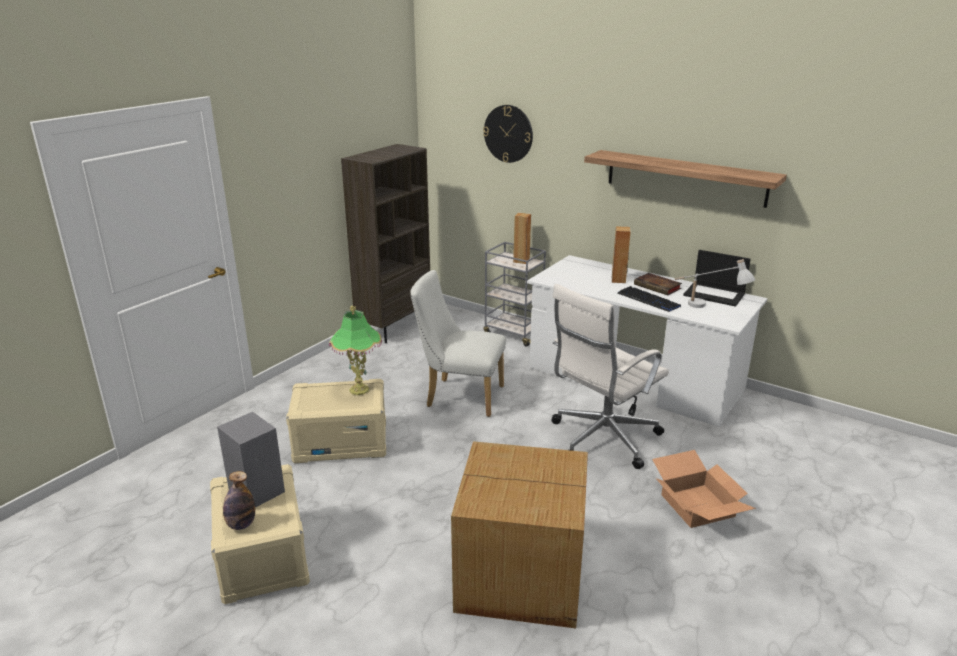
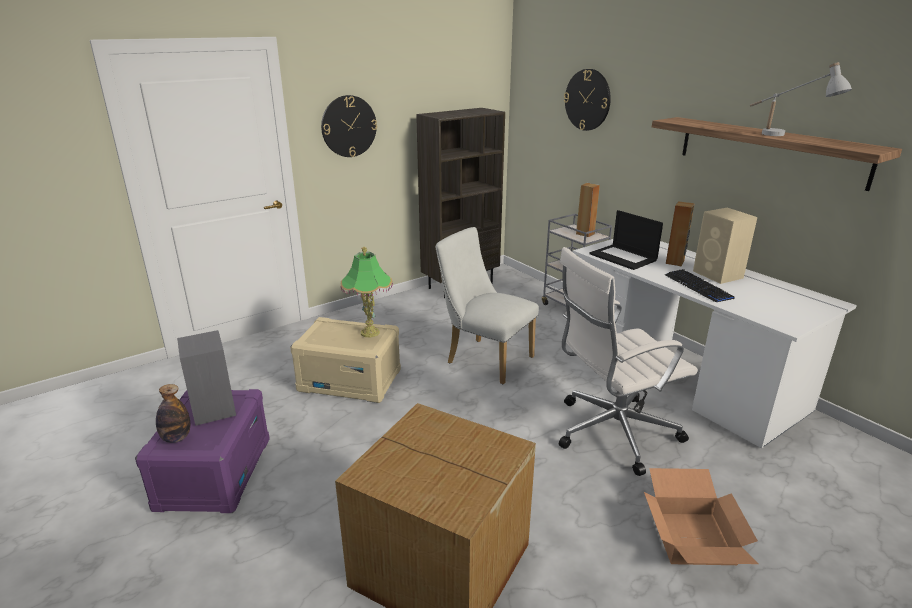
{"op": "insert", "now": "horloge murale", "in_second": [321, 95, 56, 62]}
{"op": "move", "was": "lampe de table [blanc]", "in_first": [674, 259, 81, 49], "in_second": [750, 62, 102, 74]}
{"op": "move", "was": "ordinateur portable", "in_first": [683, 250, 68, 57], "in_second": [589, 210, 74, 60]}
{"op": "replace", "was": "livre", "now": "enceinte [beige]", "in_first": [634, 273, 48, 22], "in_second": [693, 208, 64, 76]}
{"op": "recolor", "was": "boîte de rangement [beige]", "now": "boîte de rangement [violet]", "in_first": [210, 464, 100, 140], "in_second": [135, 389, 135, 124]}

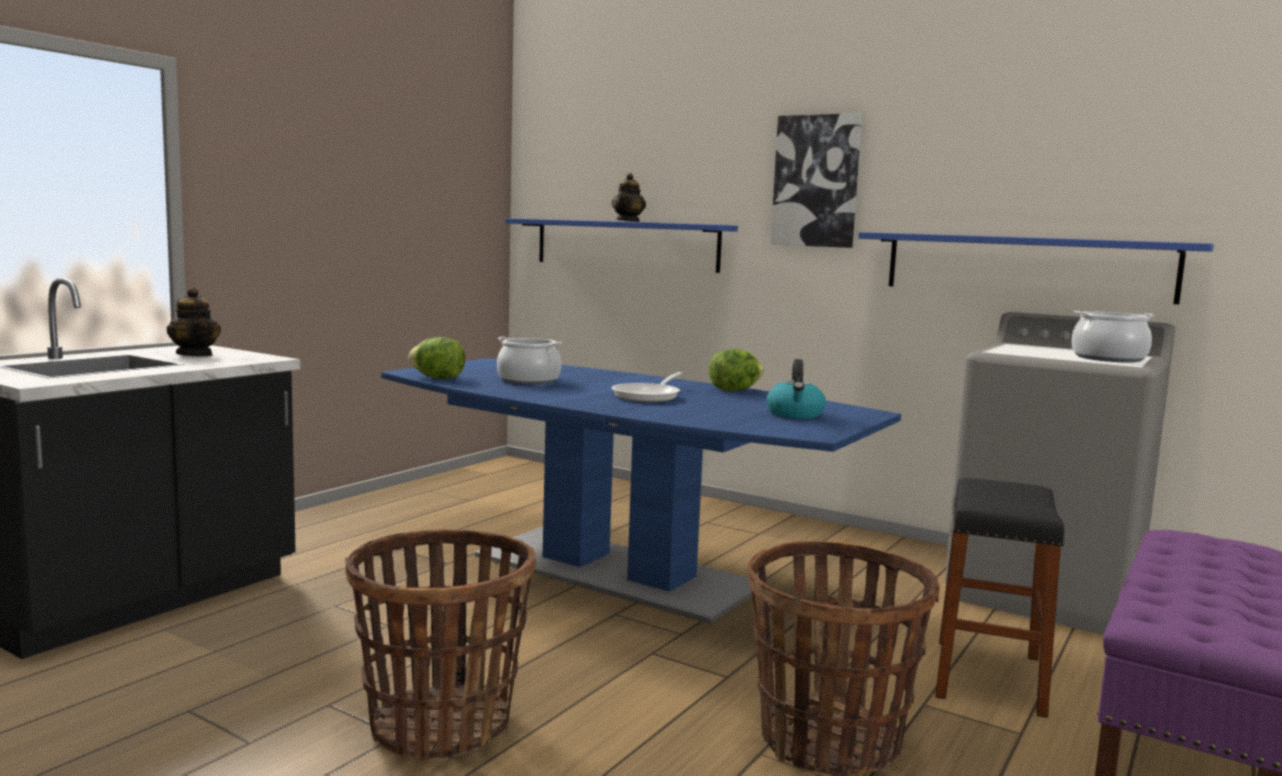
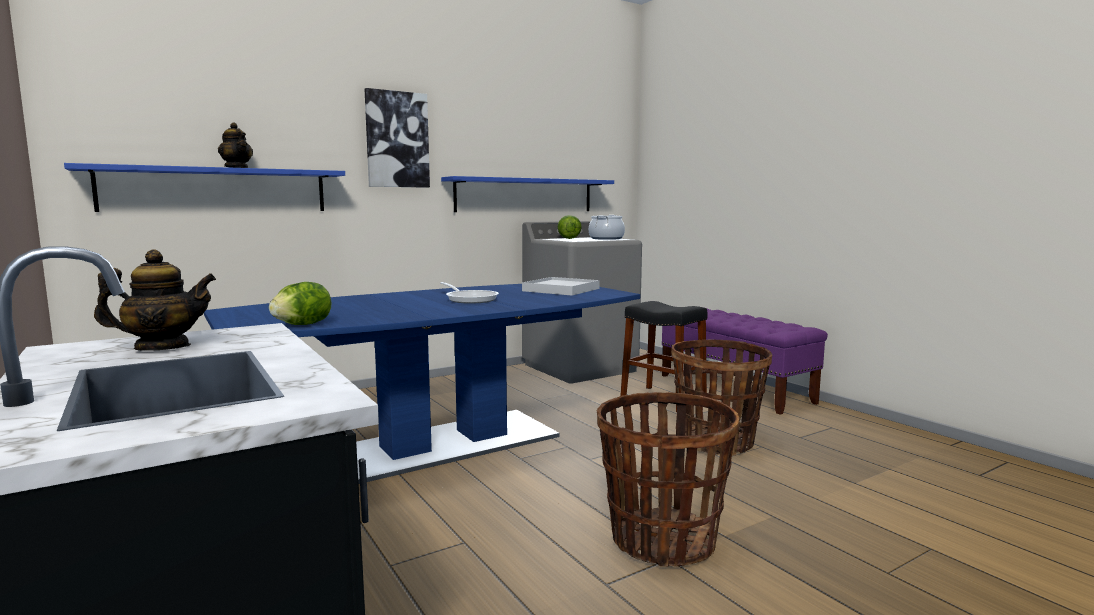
{"op": "delete", "was": "marmite", "in_first": [497, 337, 65, 48]}
{"op": "move", "was": "laitue", "in_first": [708, 349, 56, 42], "in_second": [558, 215, 24, 24]}
{"op": "replace", "was": "bouilloire", "now": "plateau [blanc]", "in_first": [766, 359, 60, 60], "in_second": [522, 277, 78, 19]}

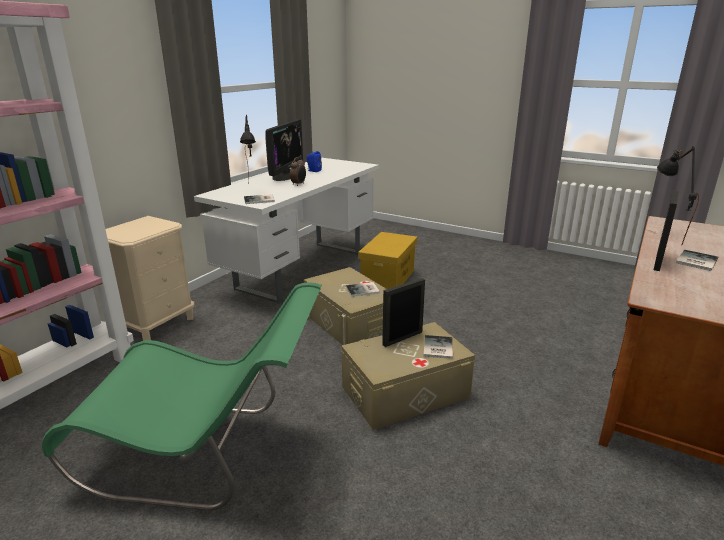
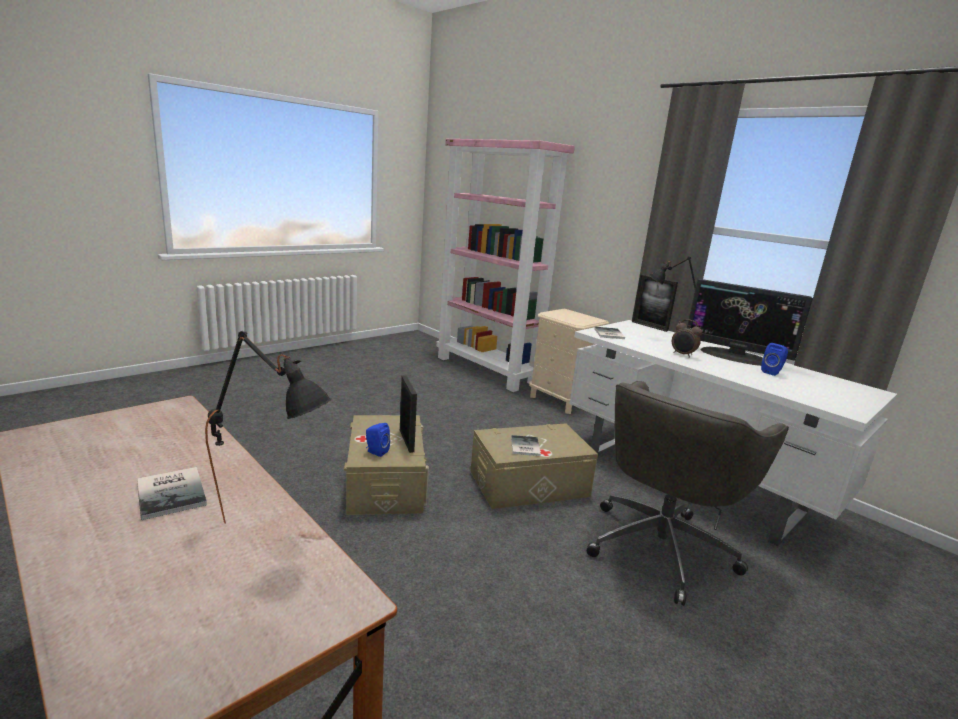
{"op": "delete", "was": "chaise [vert]", "in_first": [42, 282, 280, 228]}
{"op": "move", "was": "cadre photo", "in_first": [654, 190, 25, 81], "in_second": [632, 274, 46, 58]}
{"op": "replace", "was": "boîte de rangement [jaune]", "now": "chaise de bureau [gris]", "in_first": [358, 232, 59, 57], "in_second": [587, 381, 202, 225]}
{"op": "replace", "was": "livre", "now": "enceinte [bleu]", "in_first": [423, 335, 30, 24], "in_second": [366, 423, 24, 34]}

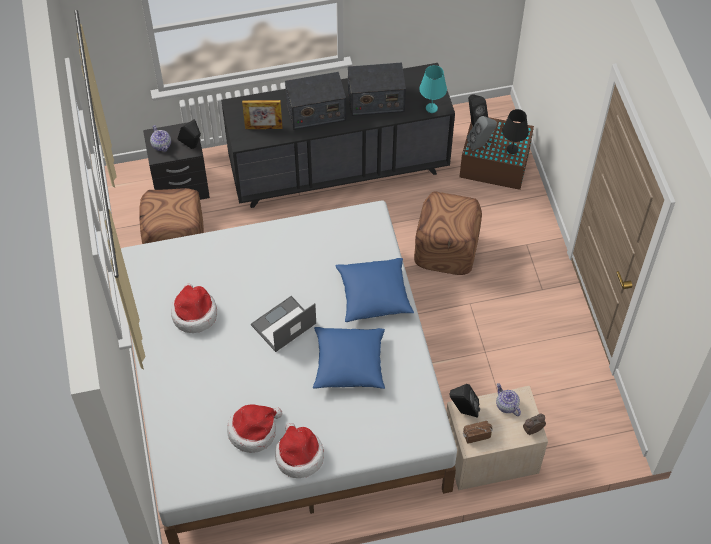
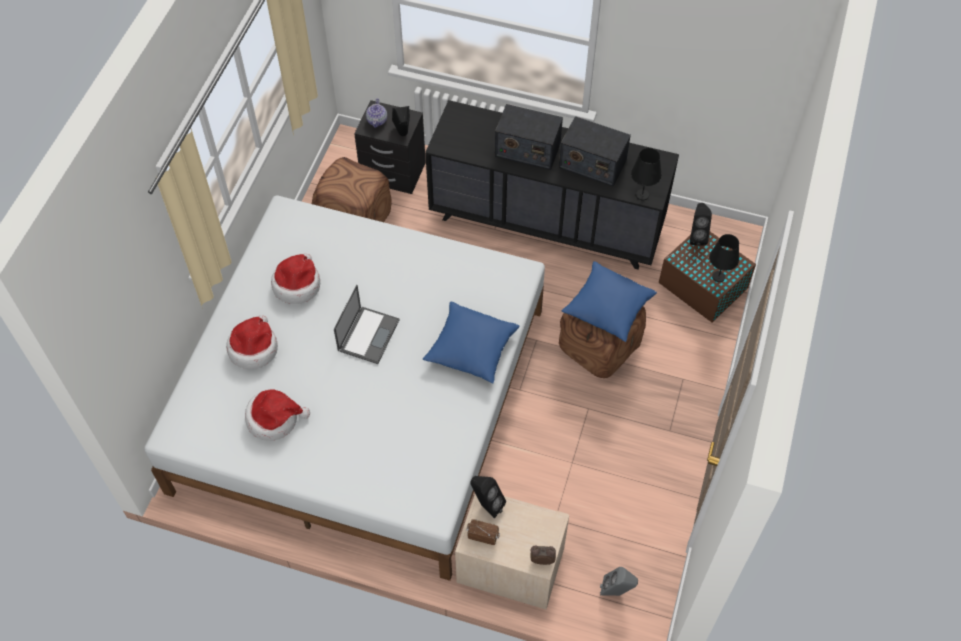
{"op": "delete", "was": "cadre photo", "in_first": [242, 100, 40, 29]}
{"op": "delete", "was": "théière", "in_first": [496, 383, 25, 33]}
{"op": "move", "was": "chapeau", "in_first": [275, 423, 49, 55], "in_second": [226, 315, 52, 54]}
{"op": "move", "was": "coussin [bleu]", "in_first": [313, 327, 72, 62], "in_second": [562, 261, 95, 81]}
{"op": "move", "was": "enceinte [gris]", "in_first": [467, 116, 30, 34], "in_second": [600, 567, 38, 29]}
{"op": "recolor", "was": "lampe de table [turquoise]", "now": "lampe de table [noir]", "in_first": [419, 65, 28, 48], "in_second": [631, 148, 31, 52]}
{"op": "rotate", "was": "ordinateur portable", "in_first": [251, 296, 65, 56], "in_second": [334, 285, 66, 79], "clockwise": 120}

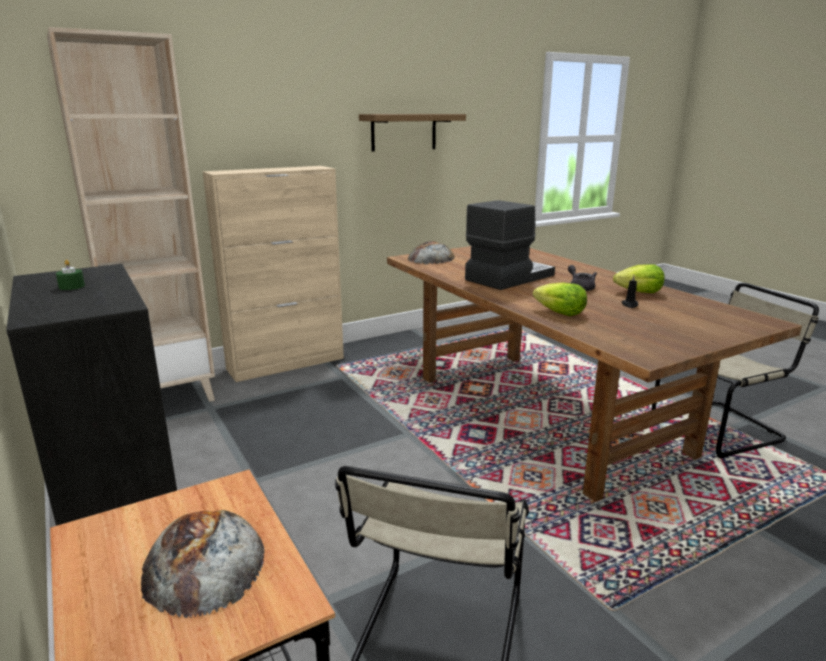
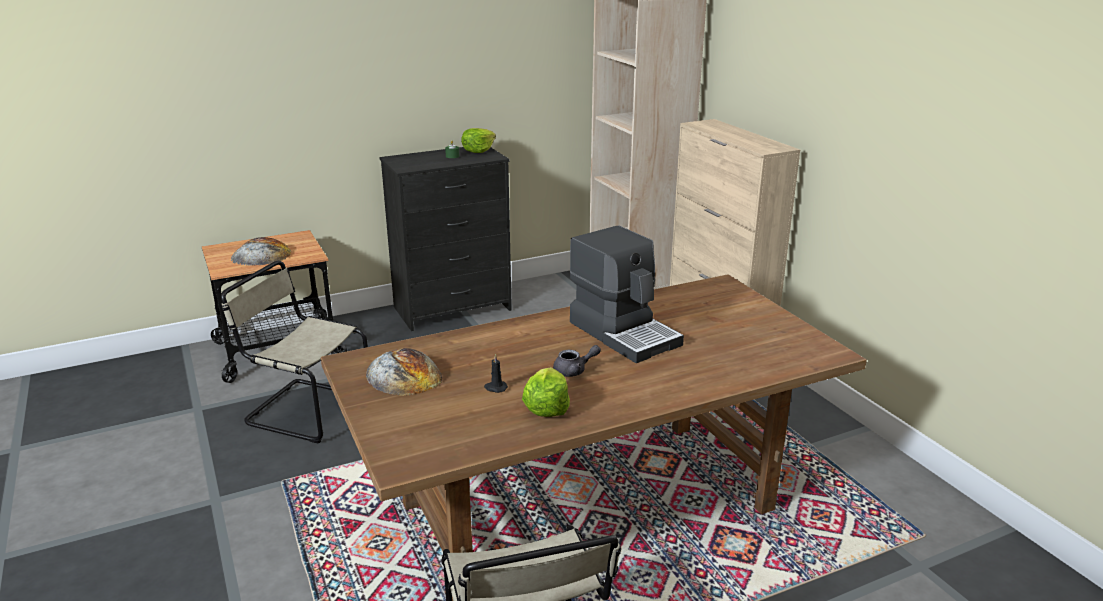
{"op": "delete", "was": "étagère", "in_first": [359, 114, 107, 38]}
{"op": "move", "was": "pain", "in_first": [408, 241, 47, 23], "in_second": [366, 348, 76, 48]}
{"op": "move", "was": "laitue", "in_first": [533, 282, 54, 34], "in_second": [461, 128, 35, 25]}

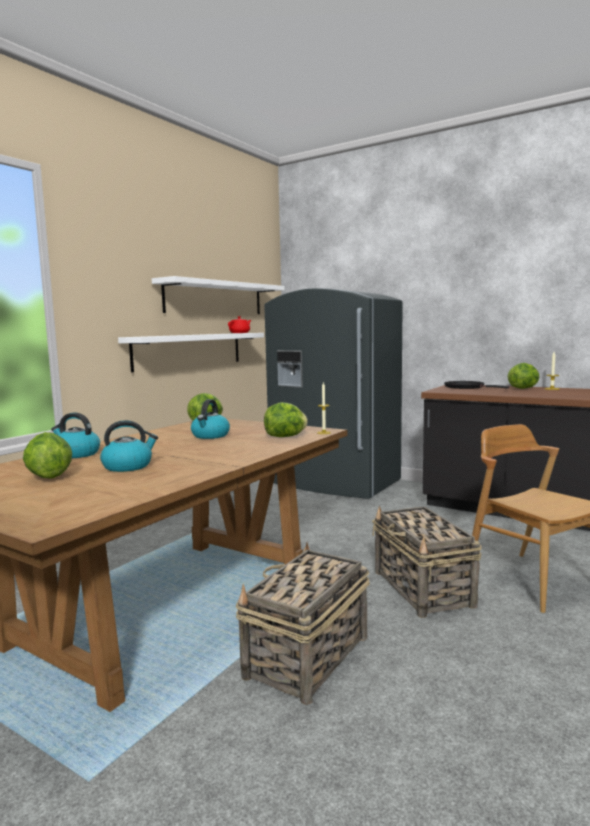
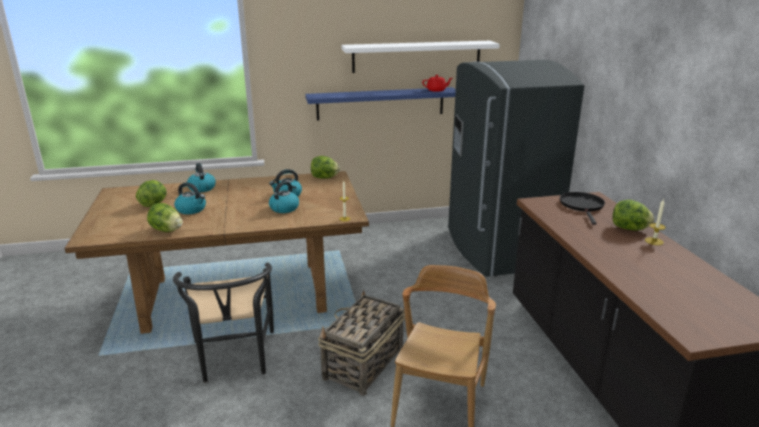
{"op": "insert", "now": "bouilloire", "in_second": [269, 181, 30, 32]}
{"op": "move", "was": "laitue", "in_first": [264, 402, 44, 35], "in_second": [147, 203, 36, 29]}
{"op": "replace", "was": "panier", "now": "chaise [noir]", "in_first": [236, 543, 134, 162], "in_second": [173, 262, 101, 121]}
{"op": "recolor", "was": "étagère [blanc]", "now": "étagère [bleu]", "in_first": [118, 333, 146, 39], "in_second": [305, 87, 151, 34]}

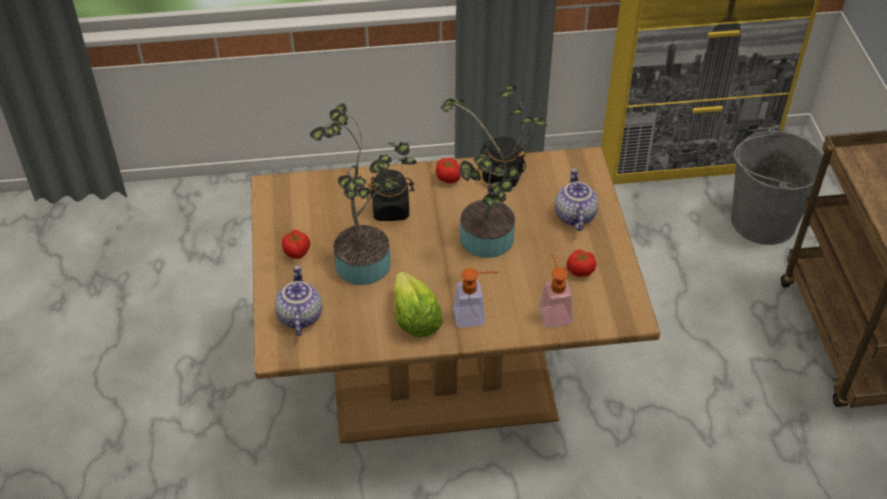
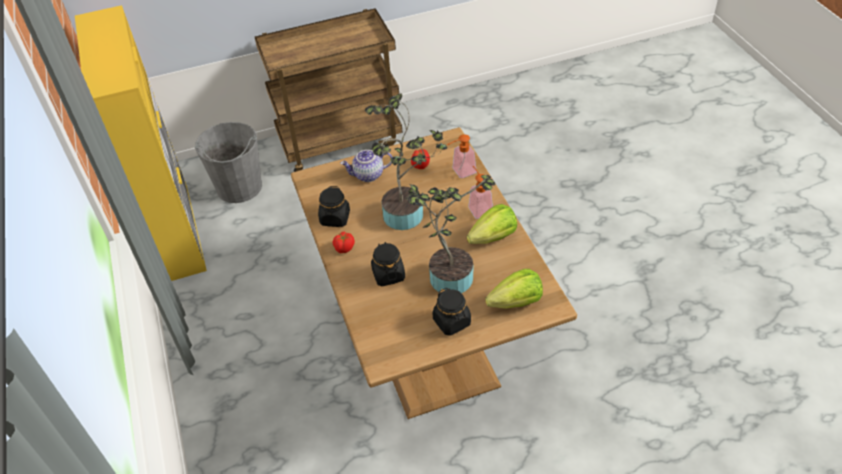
{"op": "replace", "was": "théière", "now": "laitue", "in_first": [275, 265, 47, 71], "in_second": [486, 269, 57, 40]}
{"op": "replace", "was": "tomate", "now": "bocal [noir]", "in_first": [282, 230, 28, 29], "in_second": [433, 288, 38, 48]}

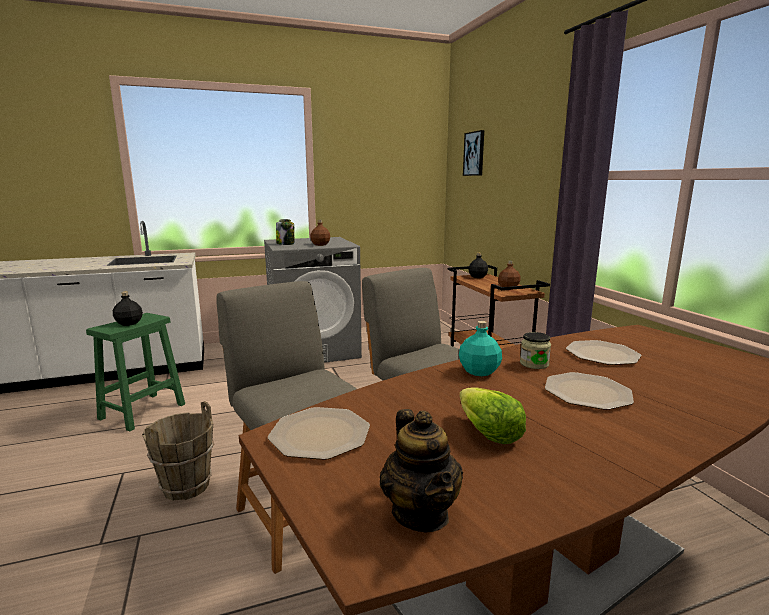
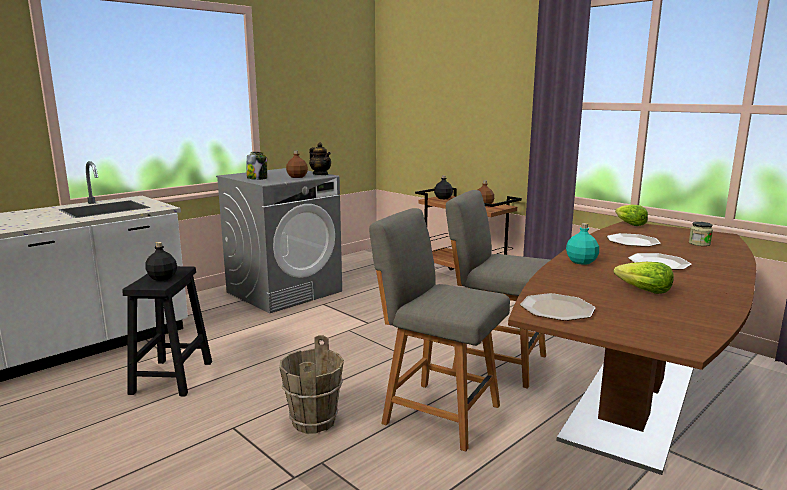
{"op": "delete", "was": "tableau", "in_first": [463, 130, 21, 46]}
{"op": "insert", "now": "laitue", "in_second": [615, 205, 33, 21]}
{"op": "move", "was": "théière", "in_first": [380, 409, 83, 124], "in_second": [309, 143, 22, 32]}
{"op": "move", "was": "bocal", "in_first": [520, 332, 31, 37], "in_second": [689, 222, 24, 24]}
{"op": "recolor", "was": "tabouret [vert]", "now": "tabouret [noir]", "in_first": [86, 313, 99, 119], "in_second": [122, 266, 90, 130]}

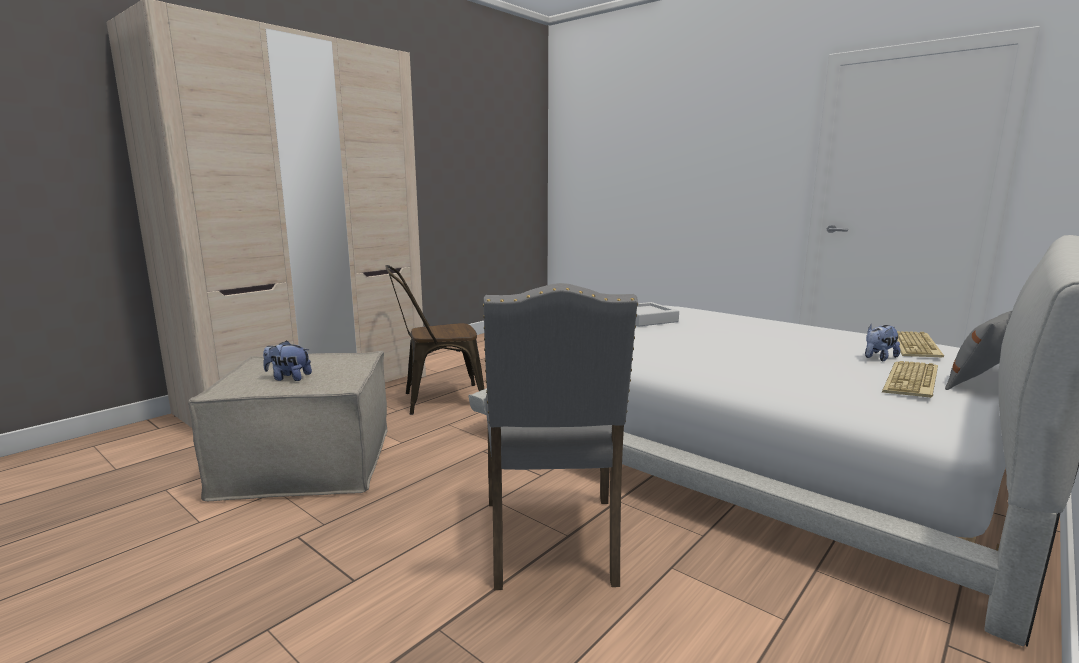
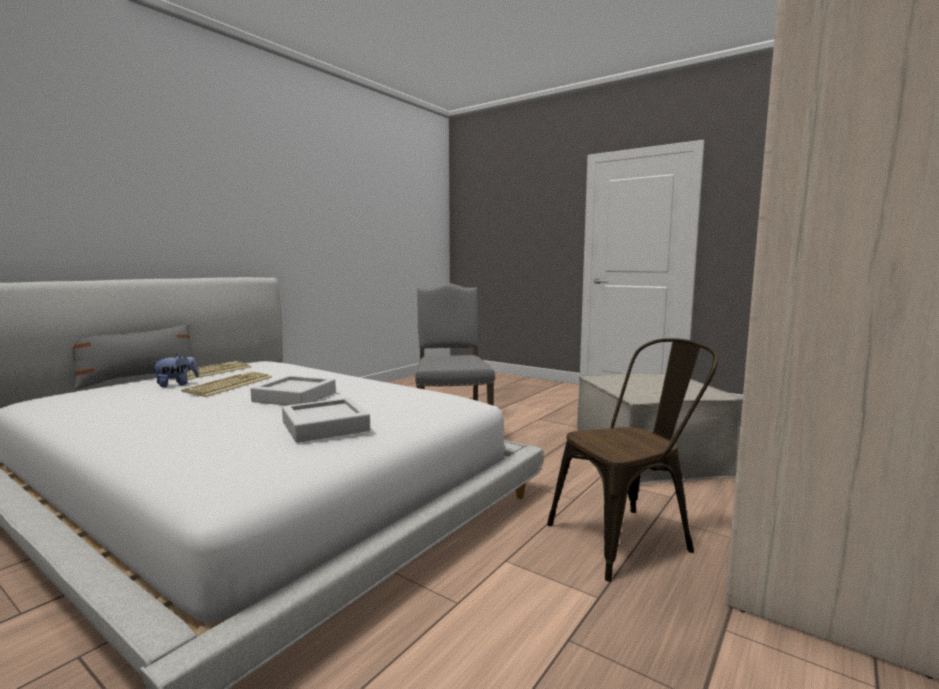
{"op": "delete", "was": "peluche", "in_first": [263, 340, 49, 41]}
{"op": "insert", "now": "plateau [gris]", "in_second": [250, 375, 86, 31]}
{"op": "move", "was": "clavier", "in_first": [897, 331, 47, 27], "in_second": [181, 372, 91, 25]}

